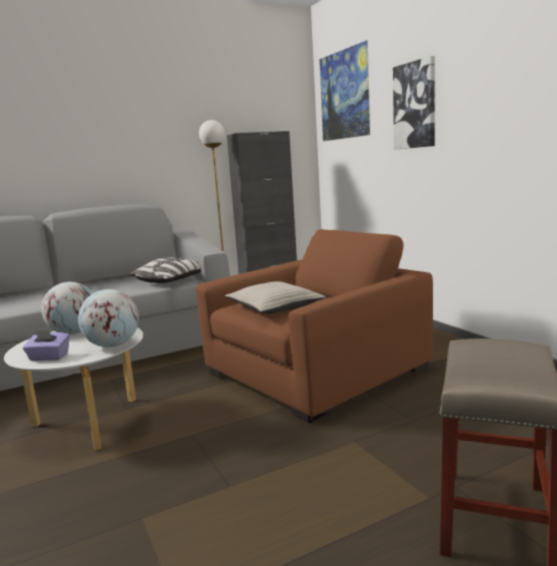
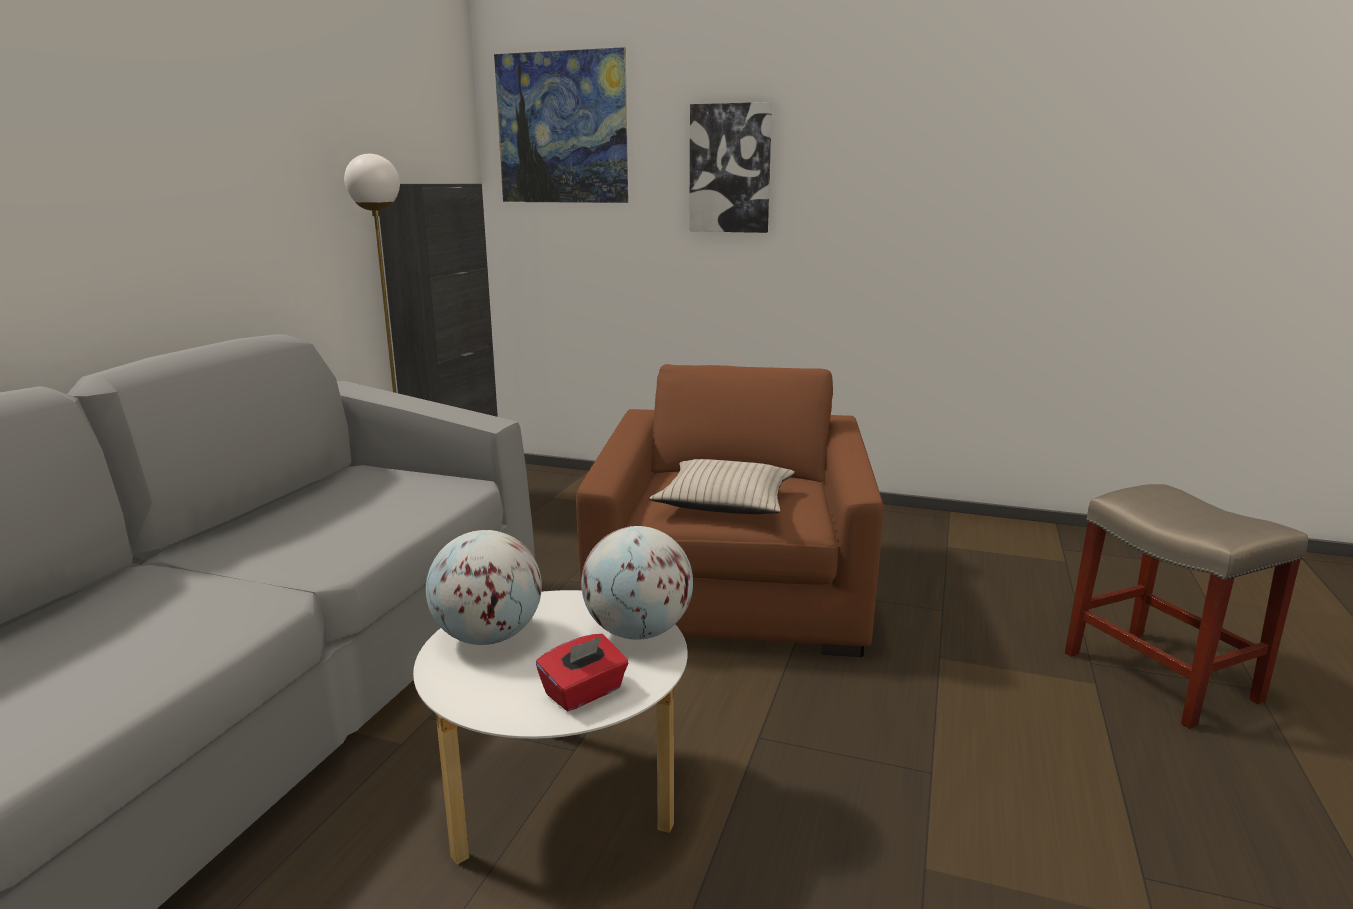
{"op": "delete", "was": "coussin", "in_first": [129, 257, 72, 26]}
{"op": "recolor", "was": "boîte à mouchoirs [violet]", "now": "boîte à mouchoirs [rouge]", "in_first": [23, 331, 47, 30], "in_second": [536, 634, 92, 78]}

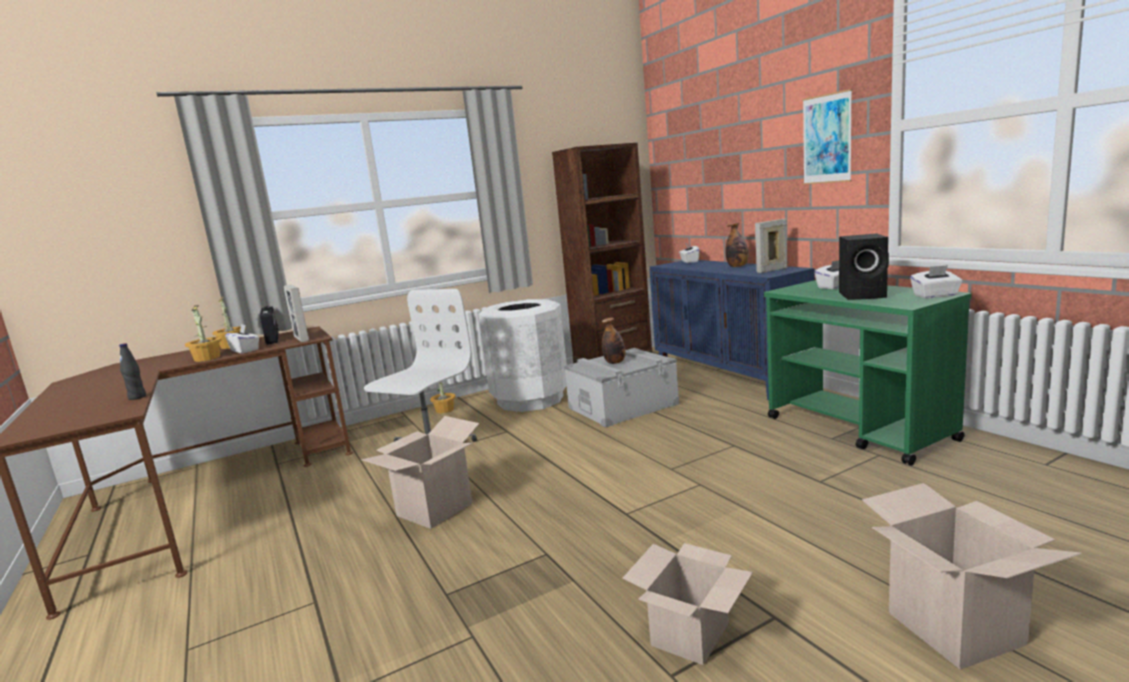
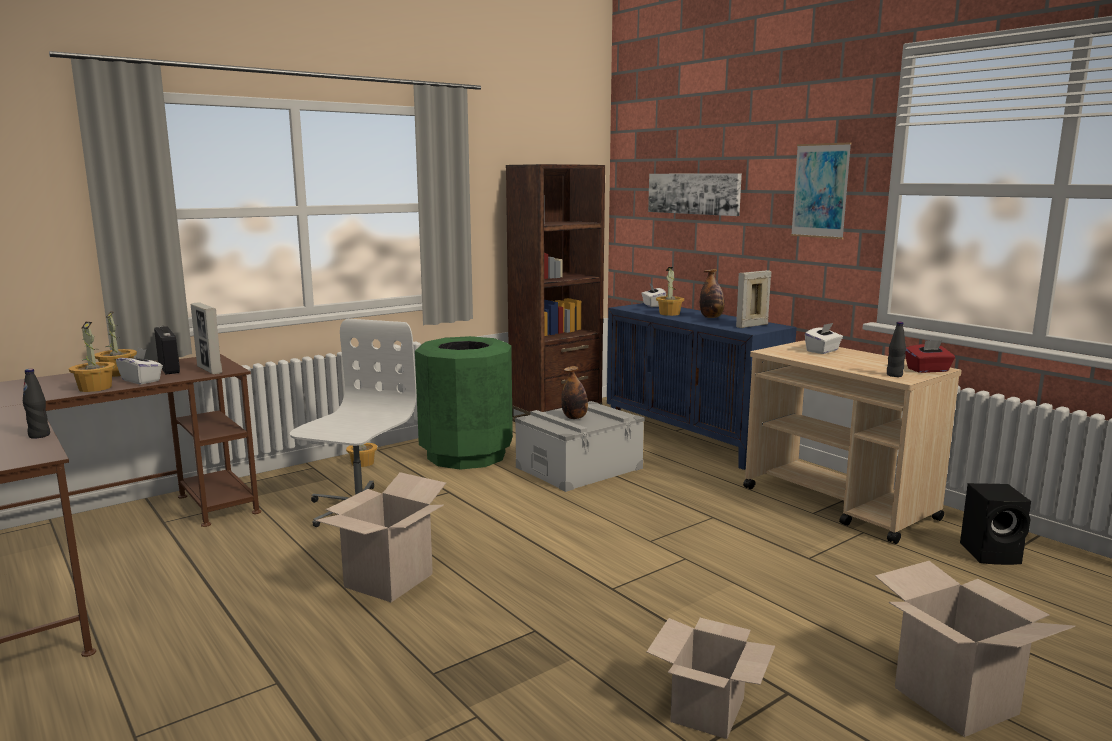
{"op": "insert", "now": "tableau", "in_second": [648, 173, 94, 43]}
{"op": "insert", "now": "plante en pot", "in_second": [656, 267, 28, 49]}
{"op": "insert", "now": "bouteille [noir]", "in_second": [887, 322, 19, 55]}
{"op": "move", "was": "enceinte [noir]", "in_first": [839, 234, 50, 66], "in_second": [960, 483, 71, 82]}
{"op": "recolor", "was": "poubelle [blanc]", "now": "poubelle [vert]", "in_first": [478, 299, 89, 113], "in_second": [415, 336, 98, 134]}
{"op": "recolor", "was": "chariot [vert]", "now": "chariot [beige]", "in_first": [764, 280, 208, 186], "in_second": [743, 341, 219, 203]}
{"op": "recolor", "was": "boîte à mouchoirs [blanc]", "now": "boîte à mouchoirs [rouge]", "in_first": [910, 265, 53, 33], "in_second": [905, 340, 50, 33]}

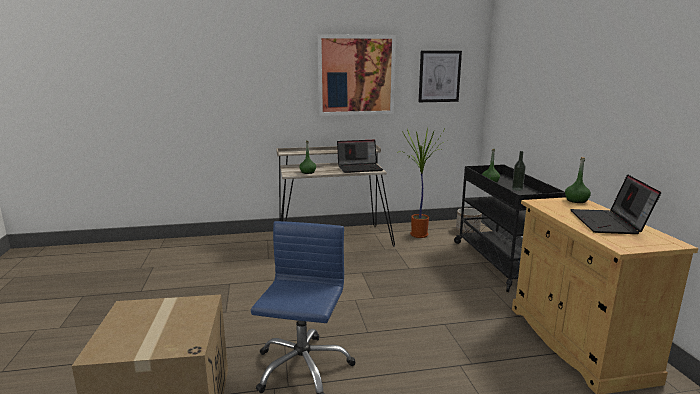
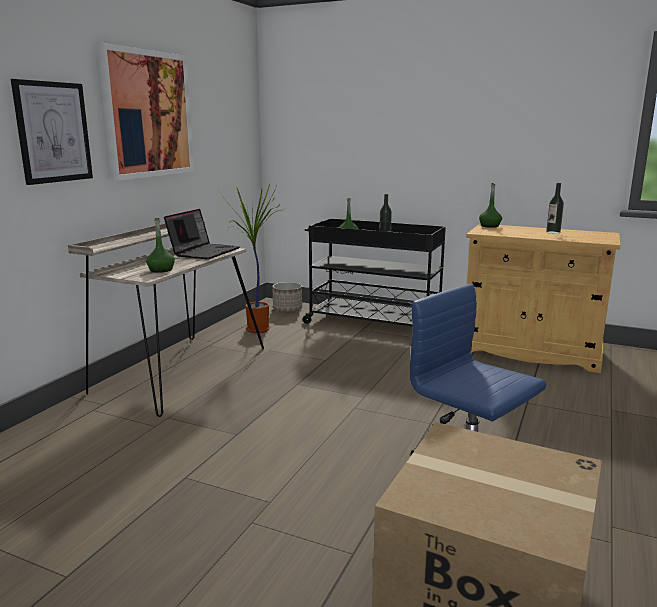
{"op": "move", "was": "tableau", "in_first": [419, 51, 43, 51], "in_second": [11, 79, 82, 106]}
{"op": "replace", "was": "ordinateur portable", "now": "bouteille", "in_first": [570, 174, 91, 60], "in_second": [546, 183, 18, 51]}

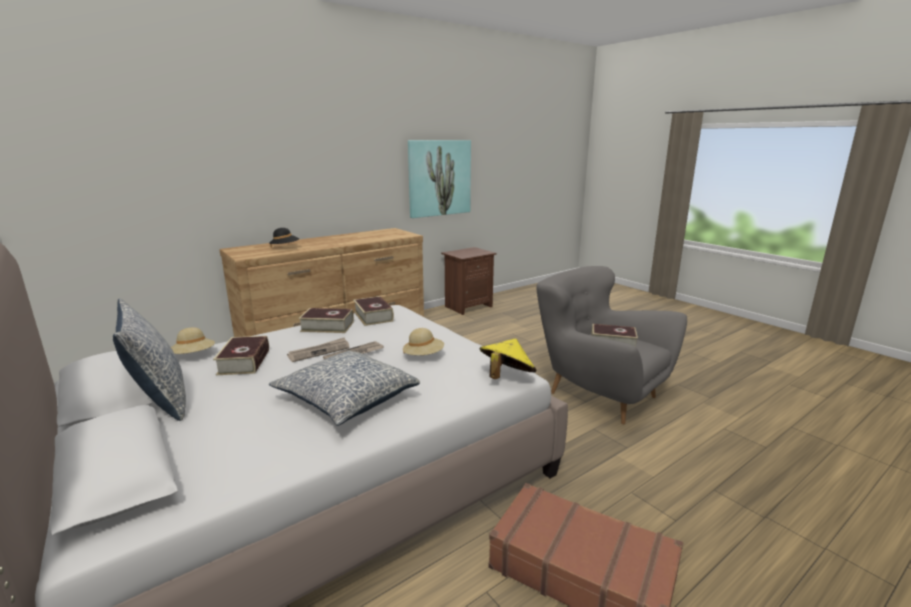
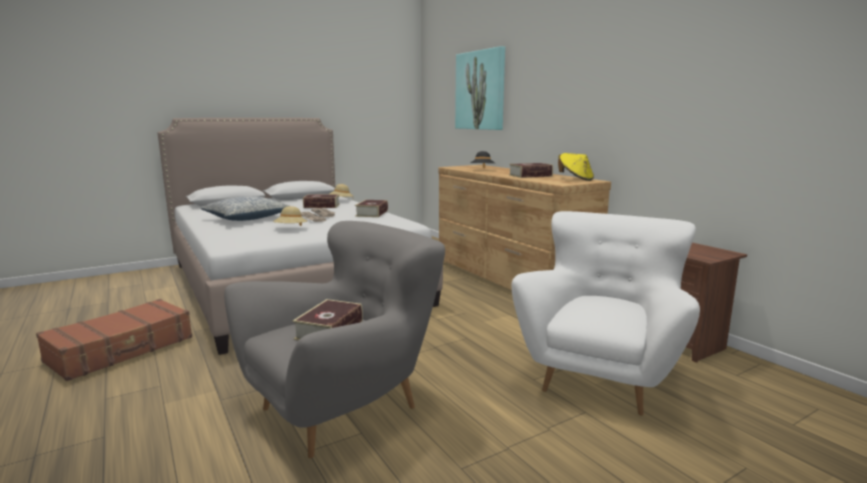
{"op": "delete", "was": "coussin", "in_first": [113, 298, 73, 123]}
{"op": "insert", "now": "fauteuil [blanc]", "in_second": [512, 211, 188, 205]}
{"op": "move", "was": "livre", "in_first": [353, 296, 41, 30], "in_second": [509, 163, 44, 15]}
{"op": "move", "was": "tableau", "in_first": [408, 140, 63, 78], "in_second": [455, 46, 50, 84]}
{"op": "move", "was": "chapeau [jaune]", "in_first": [480, 339, 57, 40], "in_second": [558, 153, 36, 28]}

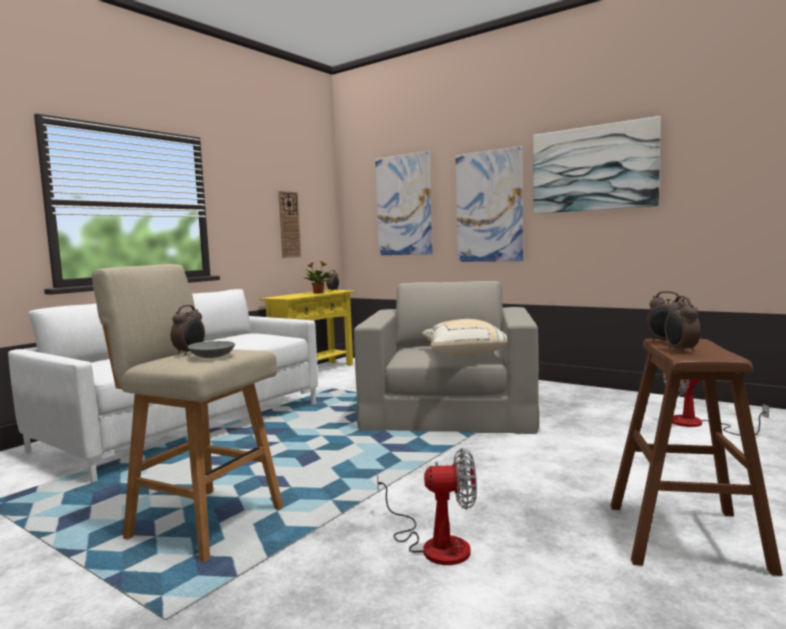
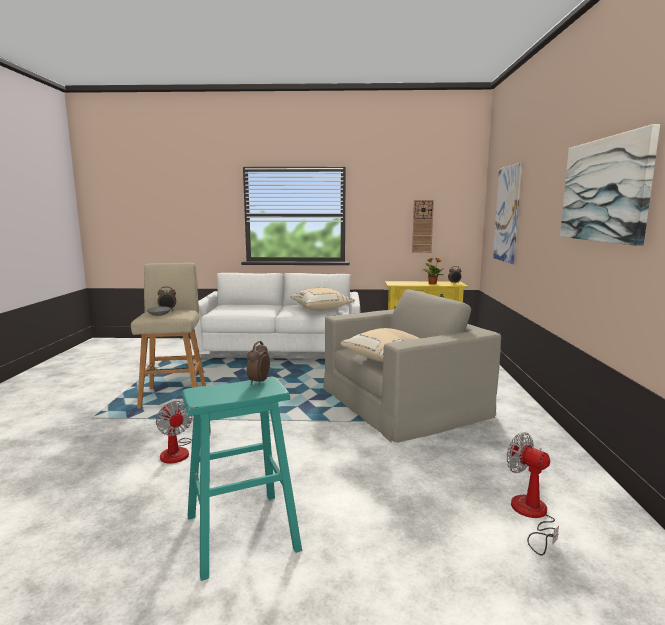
{"op": "delete", "was": "tableau", "in_first": [456, 146, 67, 116]}
{"op": "delete", "was": "réveil", "in_first": [664, 296, 36, 57]}
{"op": "insert", "now": "coussin [beige]", "in_second": [290, 287, 65, 24]}
{"op": "recolor", "was": "tabouret [marron]", "now": "tabouret [turquoise]", "in_first": [610, 339, 173, 237], "in_second": [182, 377, 120, 204]}

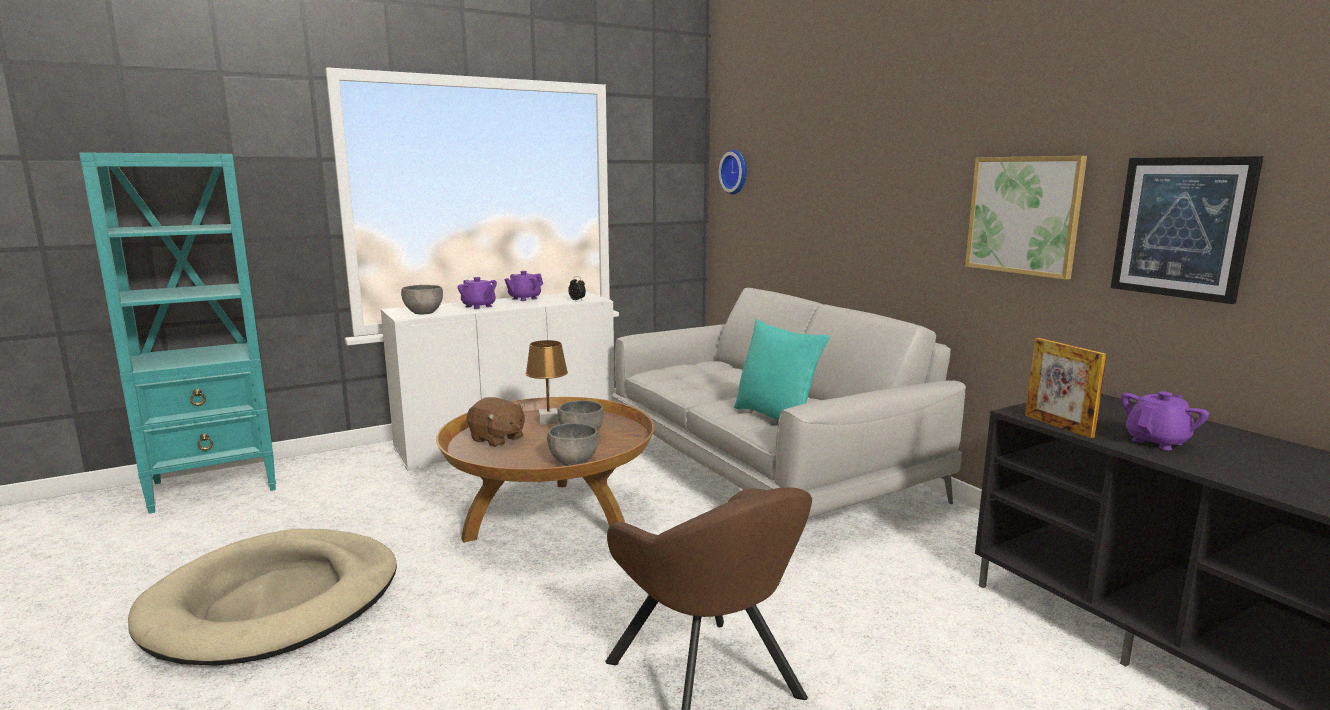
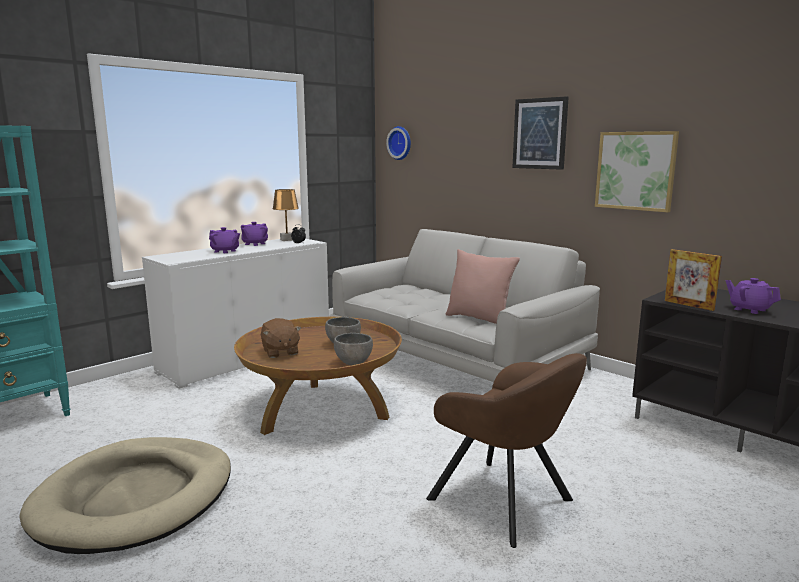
{"op": "delete", "was": "bol [gris]", "in_first": [401, 285, 42, 29]}
{"op": "move", "was": "lampe de table [marron]", "in_first": [526, 340, 42, 85], "in_second": [273, 189, 26, 52]}
{"op": "move", "was": "tableau", "in_first": [1111, 156, 152, 148], "in_second": [512, 96, 57, 74]}
{"op": "recolor", "was": "coussin [turquoise]", "now": "coussin [rose]", "in_first": [734, 319, 96, 101], "in_second": [446, 249, 74, 75]}
{"op": "rotate", "was": "peluche [marron]", "in_first": [467, 397, 58, 50], "in_second": [261, 318, 40, 40], "clockwise": 45}
{"op": "rotate", "was": "théière [violet]", "in_first": [1121, 391, 88, 59], "in_second": [726, 278, 55, 36], "clockwise": -75}

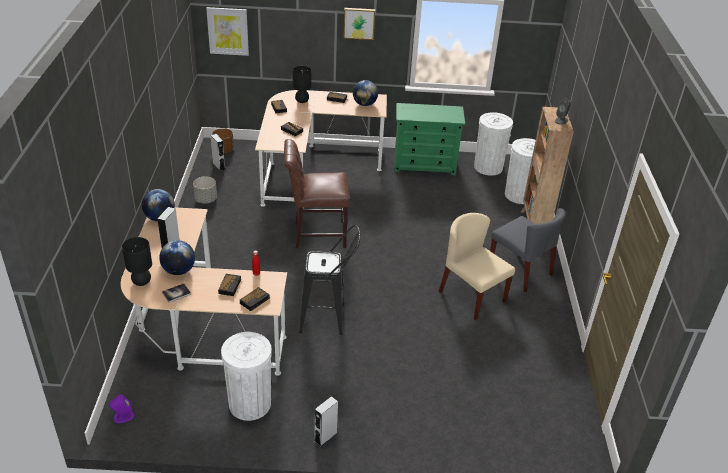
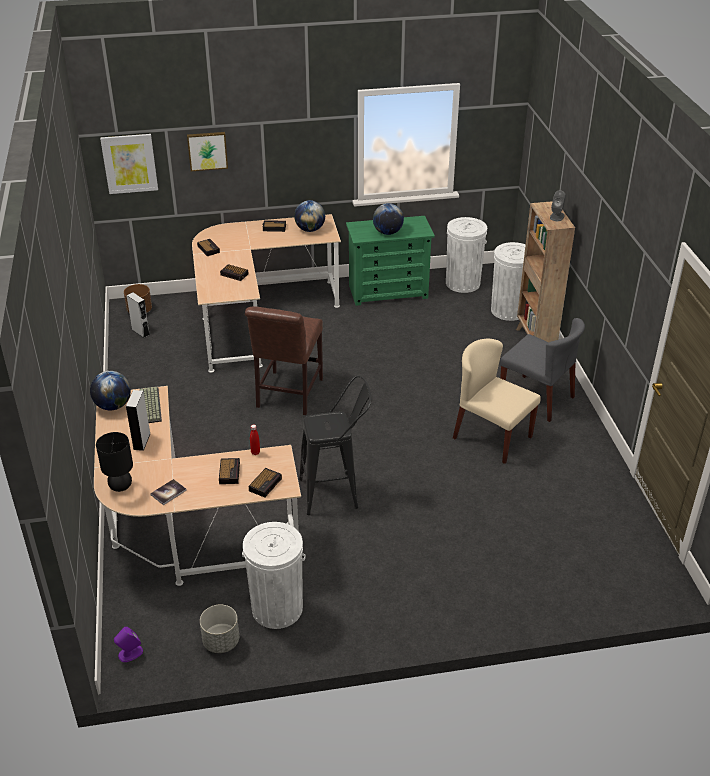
{"op": "delete", "was": "lampe de table [noir]", "in_first": [293, 66, 19, 37]}
{"op": "delete", "was": "enceinte [gris]", "in_first": [314, 396, 24, 51]}
{"op": "insert", "now": "clavier", "in_second": [139, 386, 23, 37]}
{"op": "move", "was": "globe", "in_first": [159, 240, 36, 35], "in_second": [373, 203, 31, 32]}
{"op": "move", "was": "cache-pot [gris]", "in_first": [193, 176, 24, 28], "in_second": [200, 605, 39, 48]}
{"op": "move", "was": "tableau", "in_first": [343, 8, 32, 32], "in_second": [187, 132, 41, 39]}
{"op": "rotate", "was": "chaise [marron]", "in_first": [284, 139, 65, 109], "in_second": [245, 307, 78, 108], "clockwise": -60}

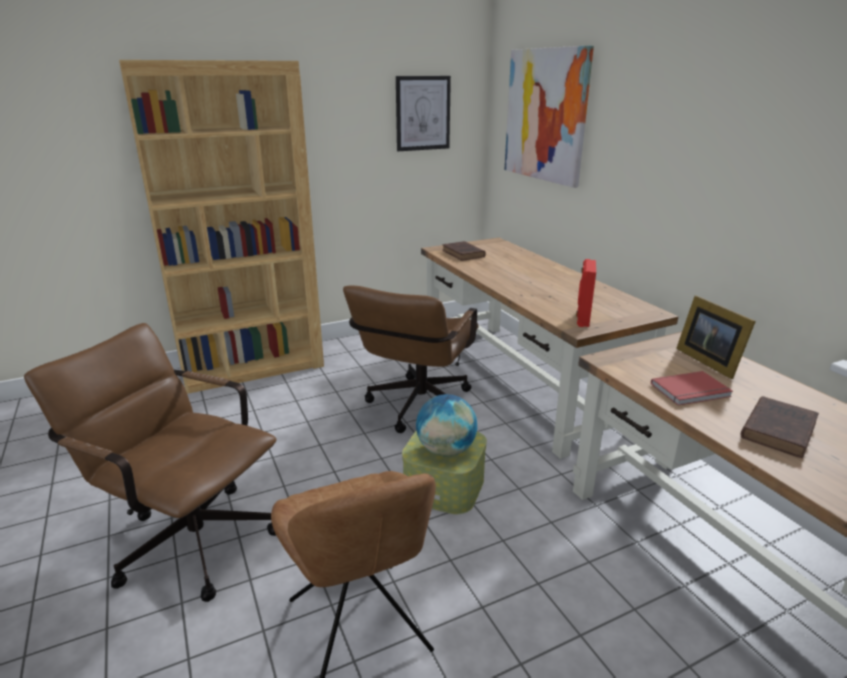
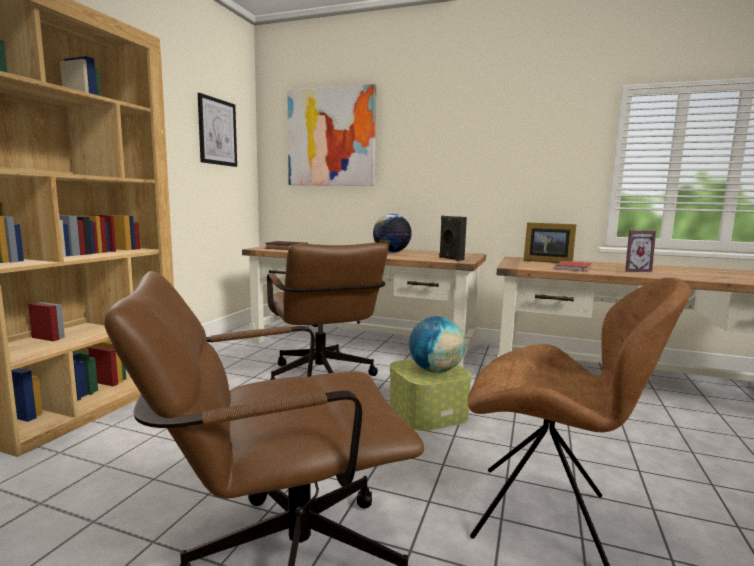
{"op": "insert", "now": "globe", "in_second": [373, 214, 39, 39]}
{"op": "replace", "was": "livre [marron]", "now": "cadre photo", "in_first": [741, 396, 78, 62], "in_second": [625, 230, 31, 42]}
{"op": "recolor", "was": "enceinte [rouge]", "now": "enceinte [noir]", "in_first": [576, 259, 20, 68], "in_second": [439, 216, 28, 45]}

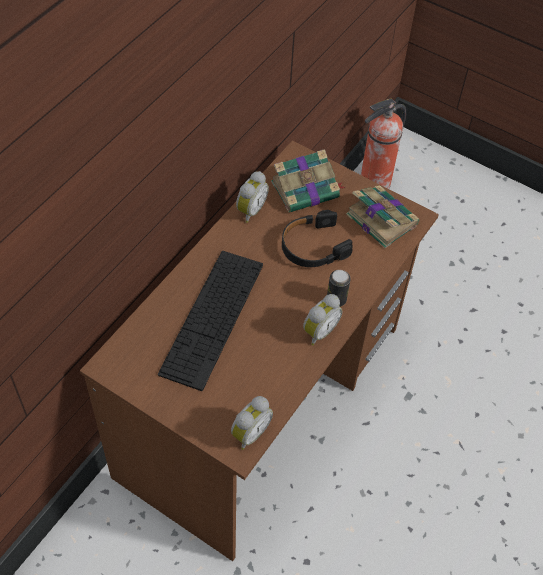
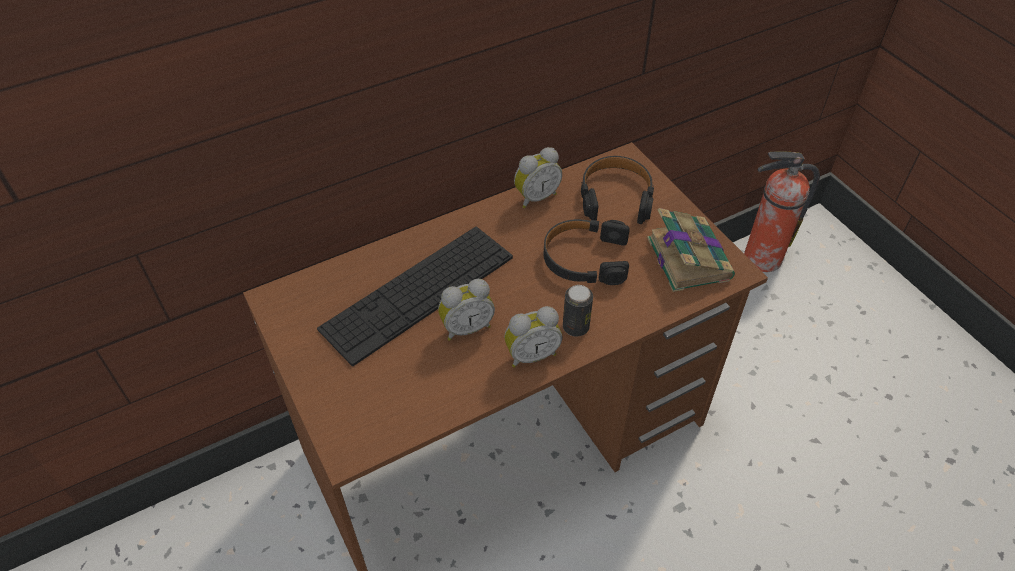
{"op": "move", "was": "réveil", "in_first": [231, 396, 42, 54], "in_second": [438, 279, 57, 62]}
{"op": "replace", "was": "livre", "now": "casque audio [noir]", "in_first": [271, 149, 75, 63], "in_second": [581, 156, 73, 68]}

